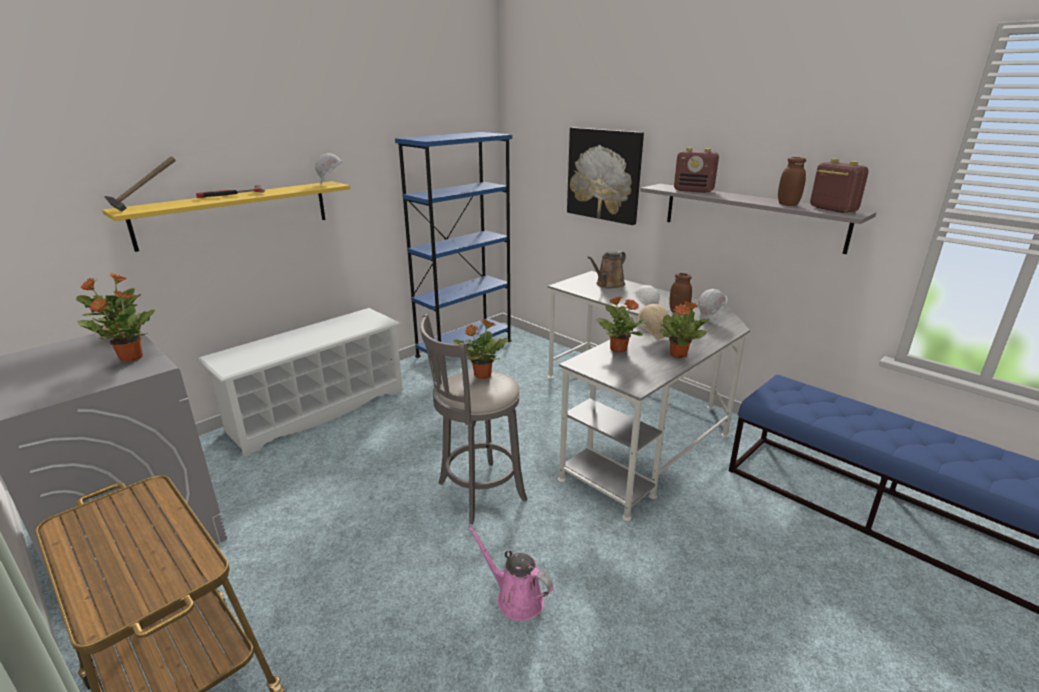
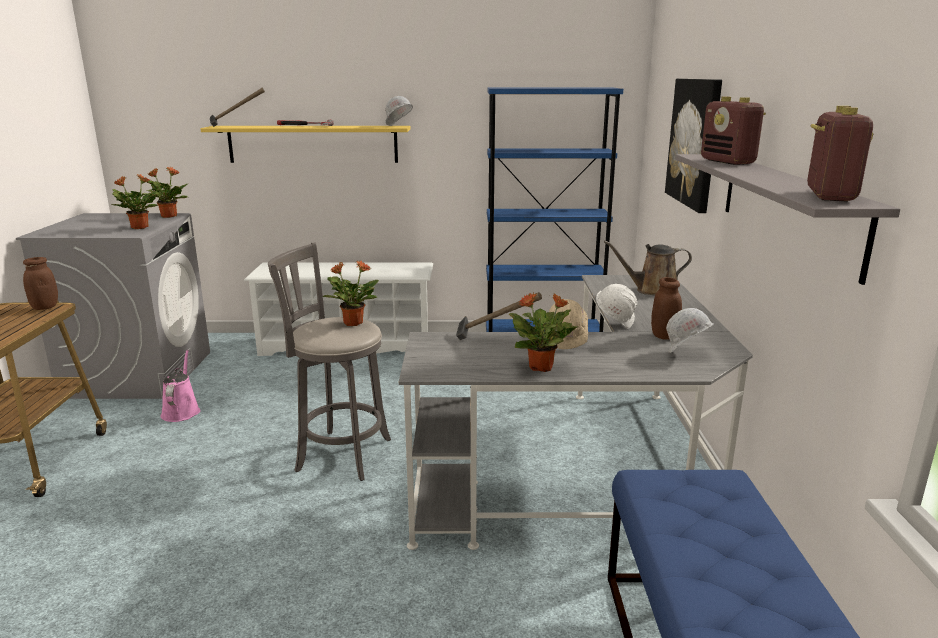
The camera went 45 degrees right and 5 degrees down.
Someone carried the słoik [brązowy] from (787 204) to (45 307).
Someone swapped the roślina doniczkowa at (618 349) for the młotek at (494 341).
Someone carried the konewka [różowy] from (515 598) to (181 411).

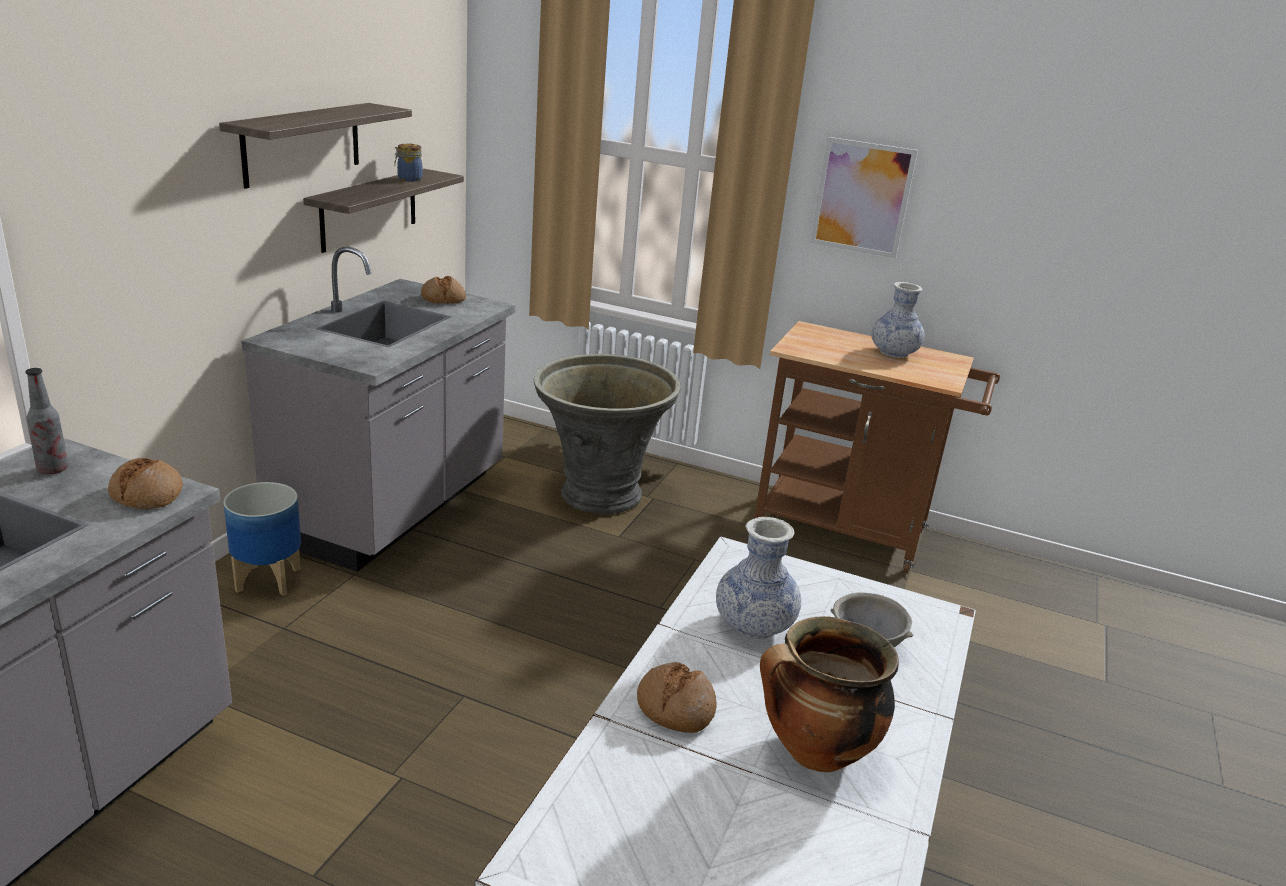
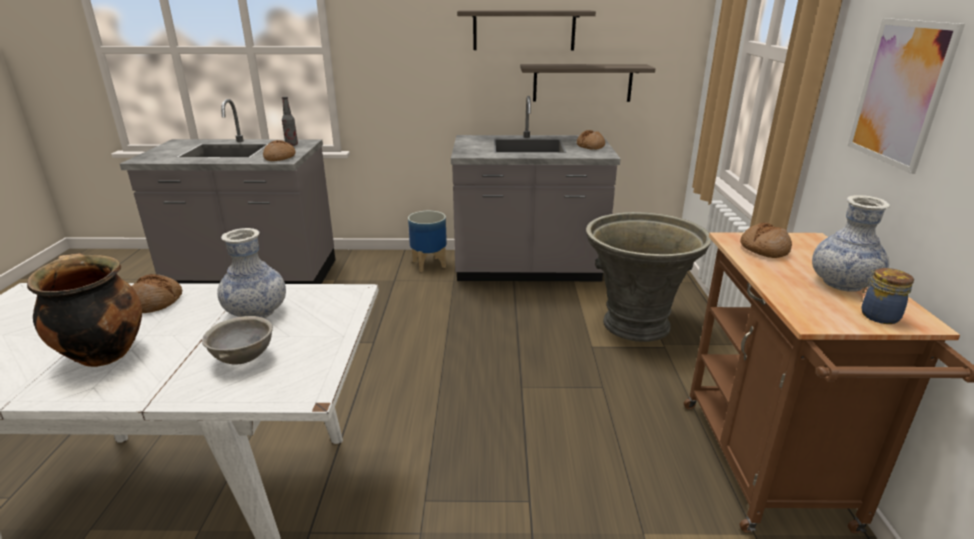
The camera went 70 degrees right and 0 degrees up.
Someone carried the słoik from (408 179) to (878 315).
Someone put down the chleb at (763 249).

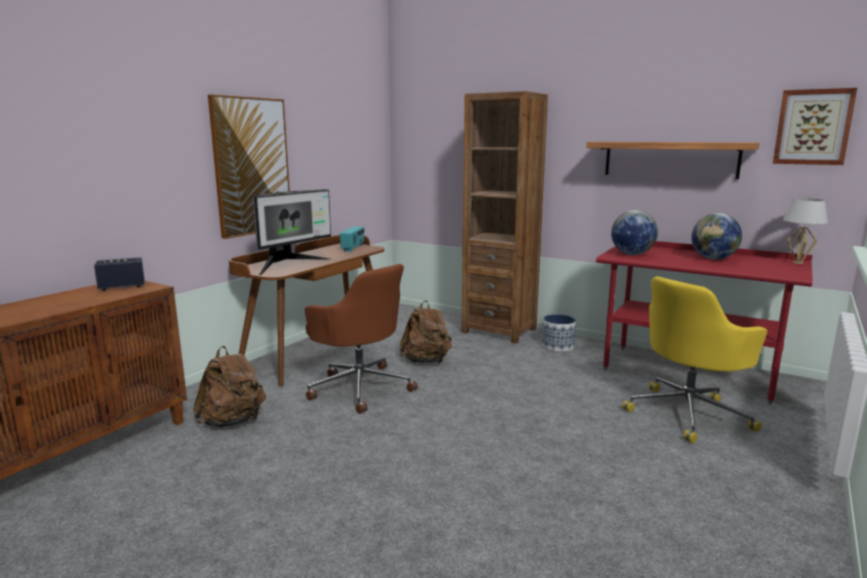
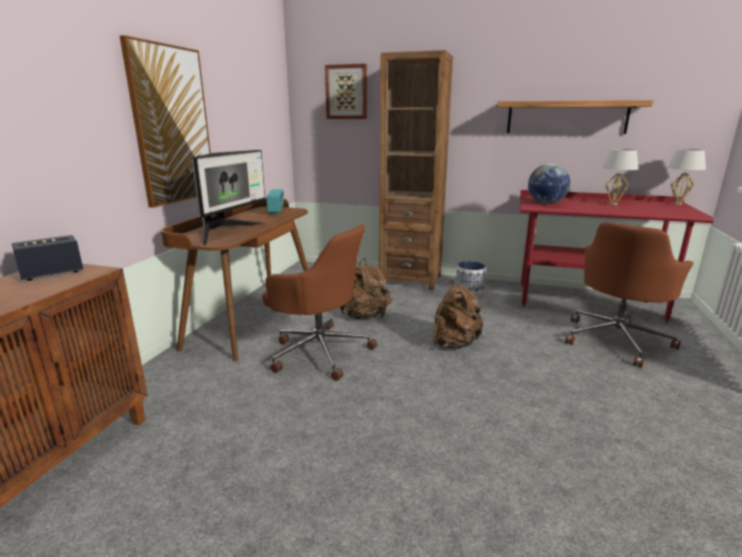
The camera went 15 degrees left and 5 degrees up.
Someone carried the obraz from (813 127) to (346 92).
Someone swapped the globus at (713 259) for the lampa stołowa [biały] at (613 204).
Someone repainted the krzesło biurowe [żółty] at (688 413), which became the krzesło biurowe [brązowy] at (616 339).
Someone carried the plecak [brązowy] from (233 422) to (454 343).

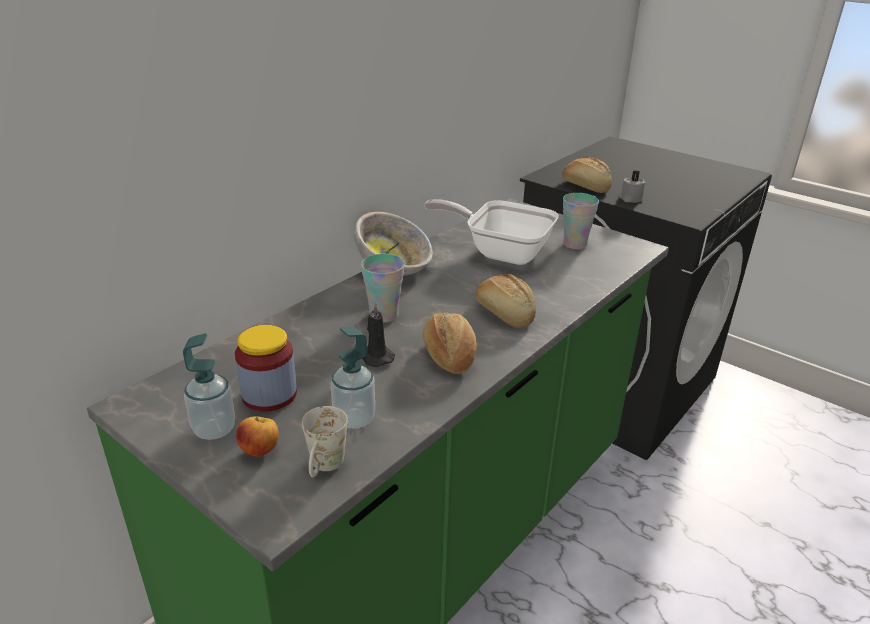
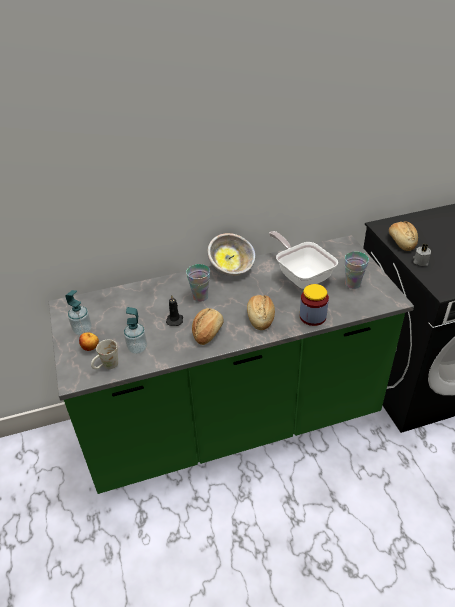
The camera went 35 degrees right and 10 degrees up.
Someone carried the słoik from (269 395) to (312 317).

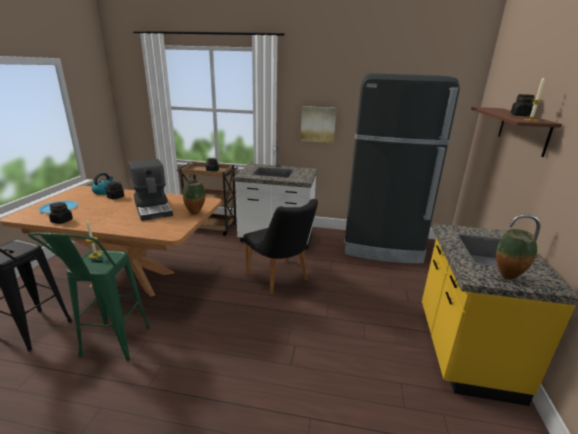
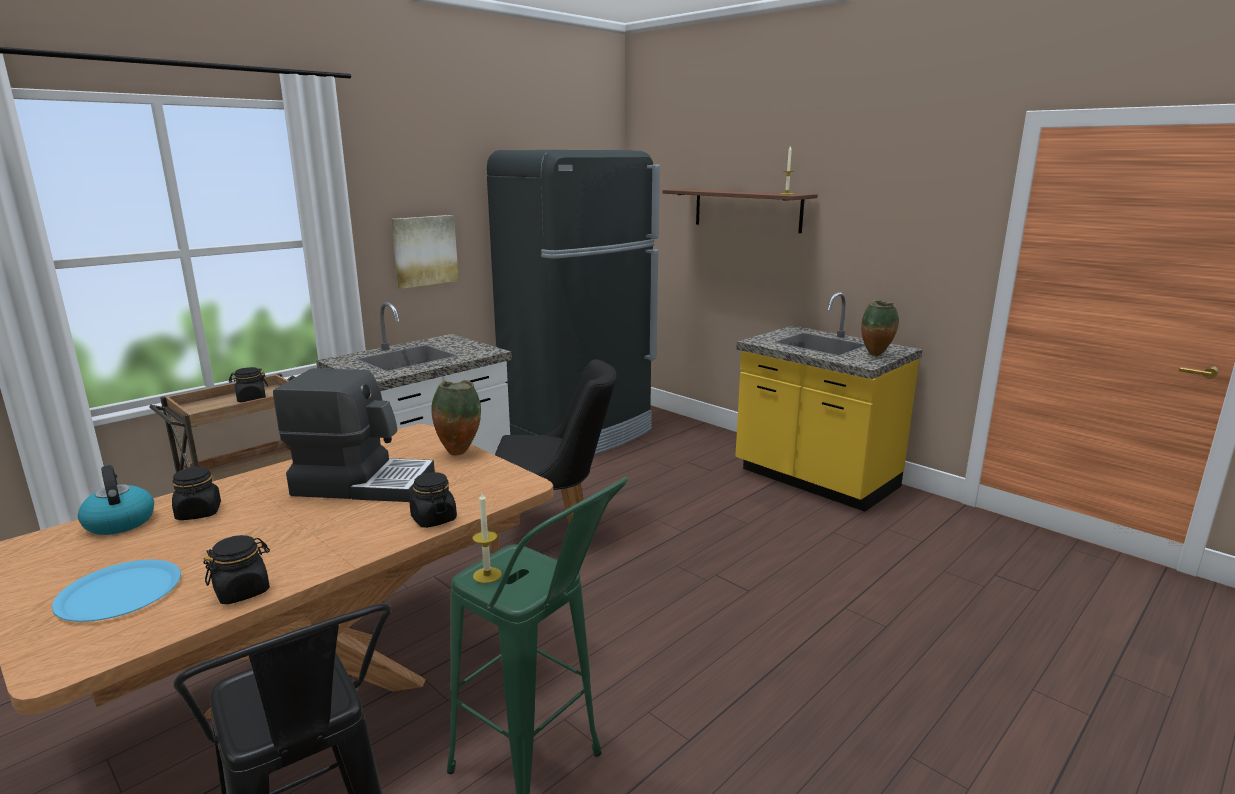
The camera went 55 degrees left and 5 degrees down.
Someone carried the słoik [czarny] from (520 115) to (433 519).

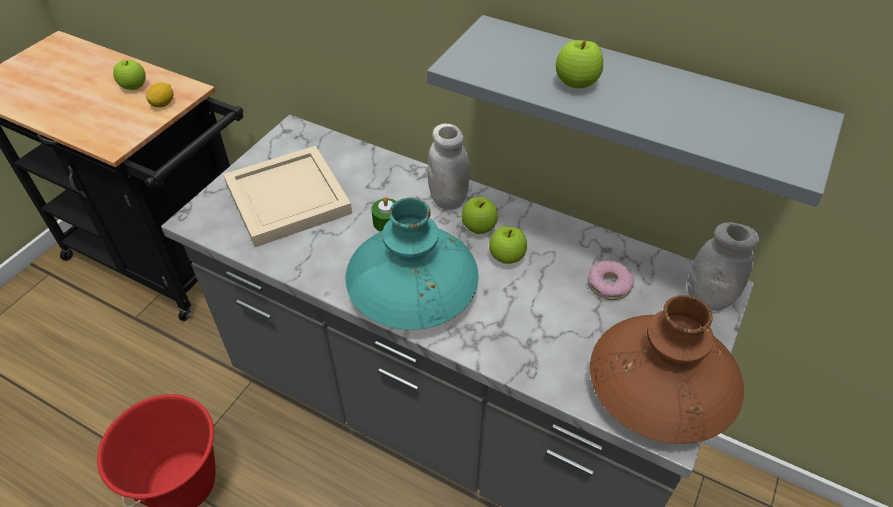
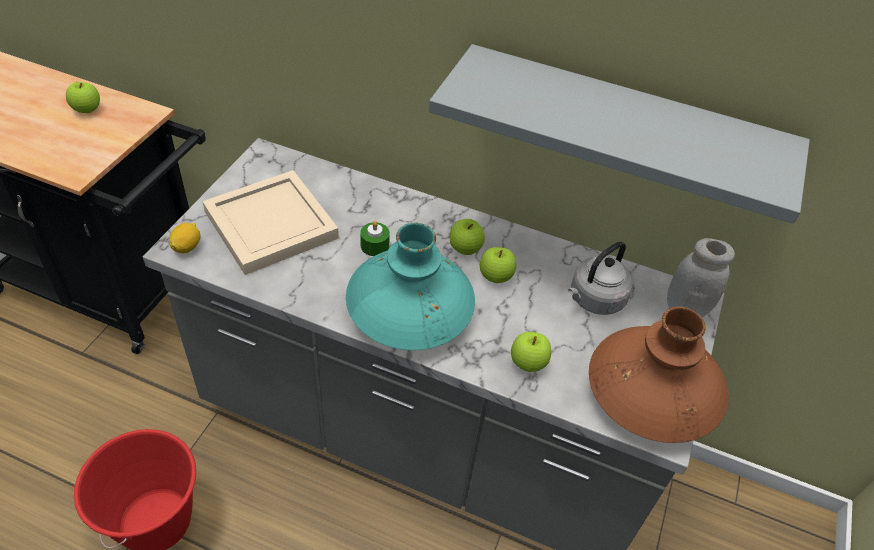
The camera went 10 degrees left and 0 degrees up.
Someone carried the jabłko from (576 84) to (528 363).
Someone carried the cytryna from (163 104) to (187 247).
Someone took away the słoik [biały] at (448 199).
Someone swapped the donut at (609 285) for the czajnik [szary] at (594 300).

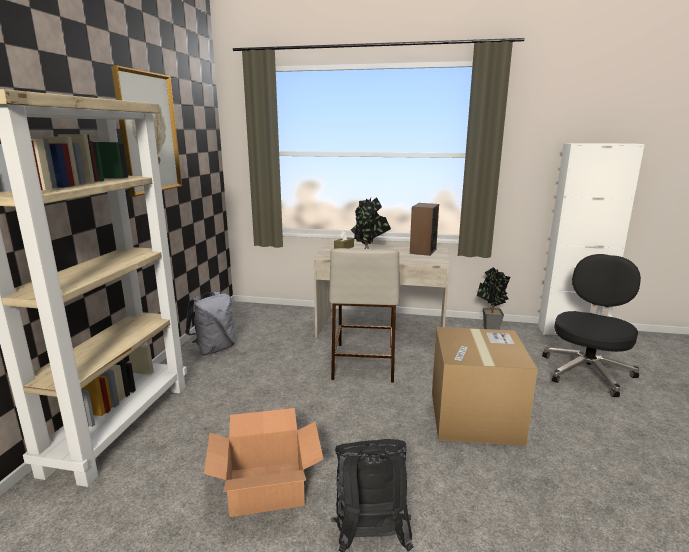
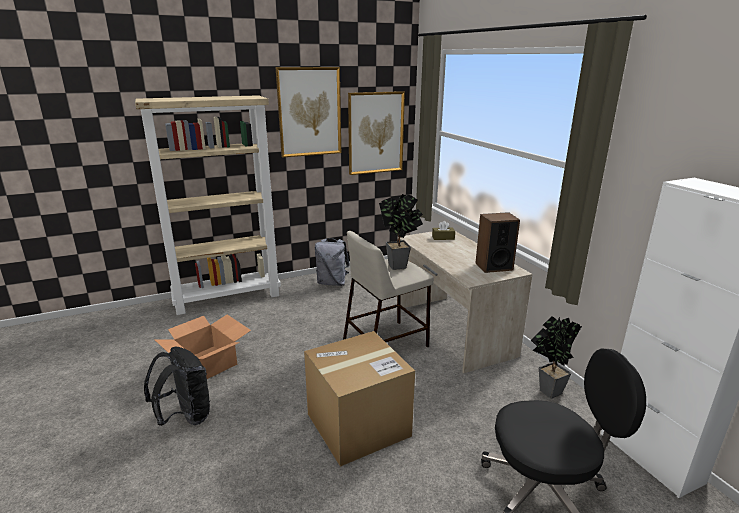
The camera went 55 degrees right and 5 degrees up.
Someone put up the obraz at (375 133).

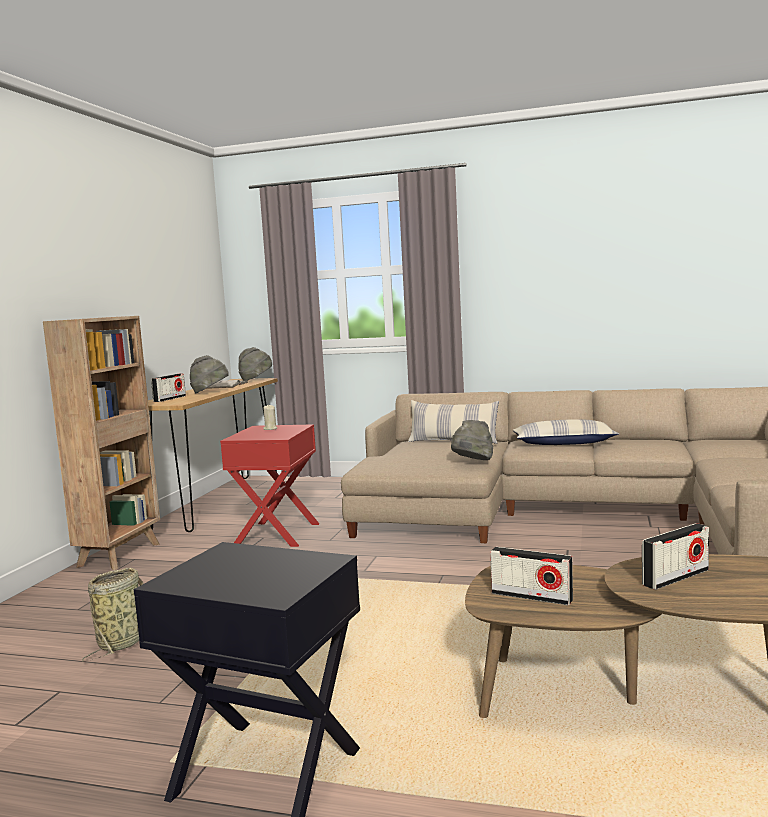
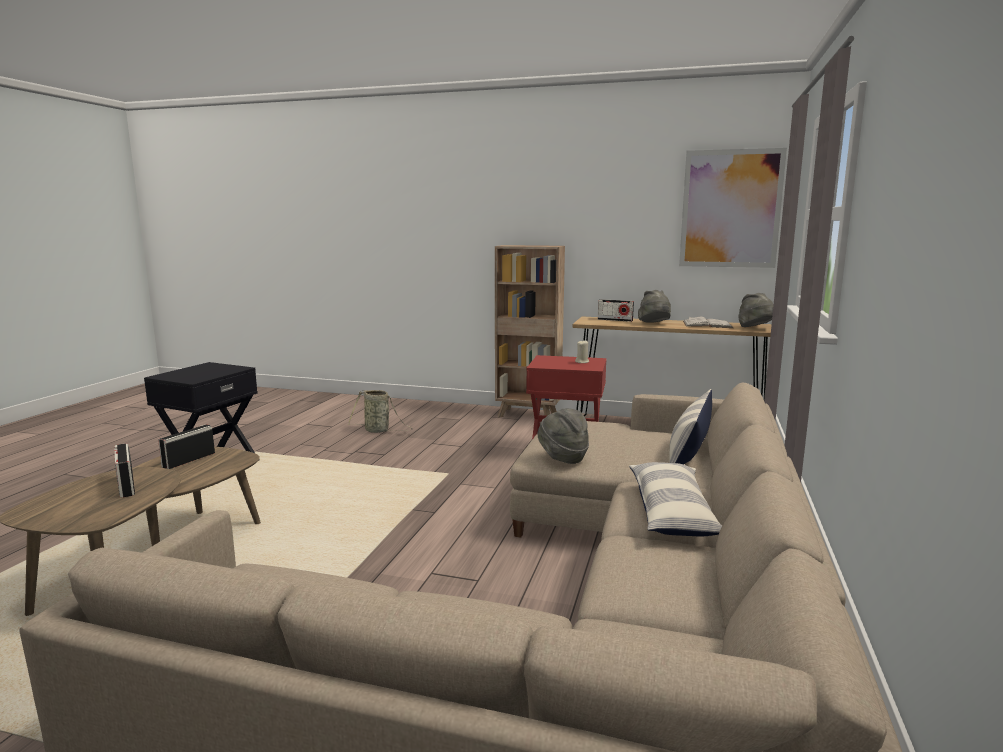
The camera went 90 degrees right and 5 degrees up.
Someone put up the obraz at (730 209).

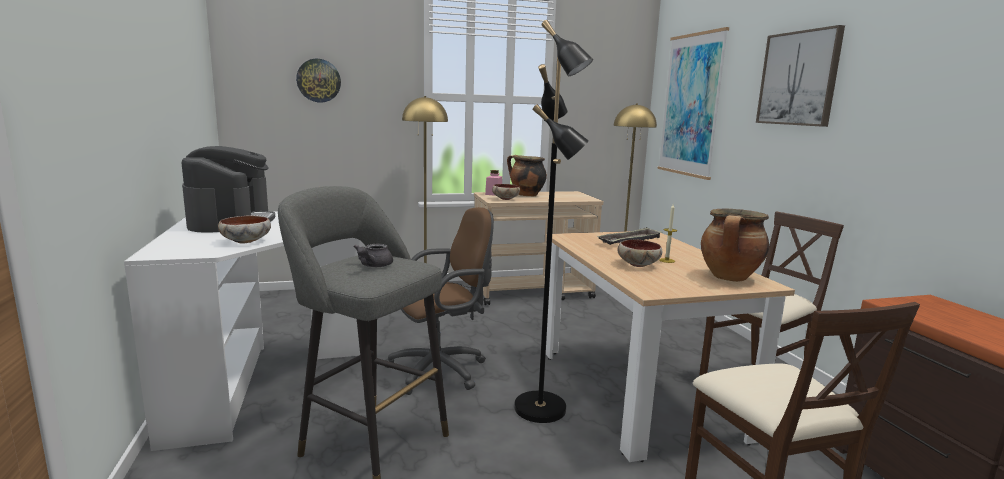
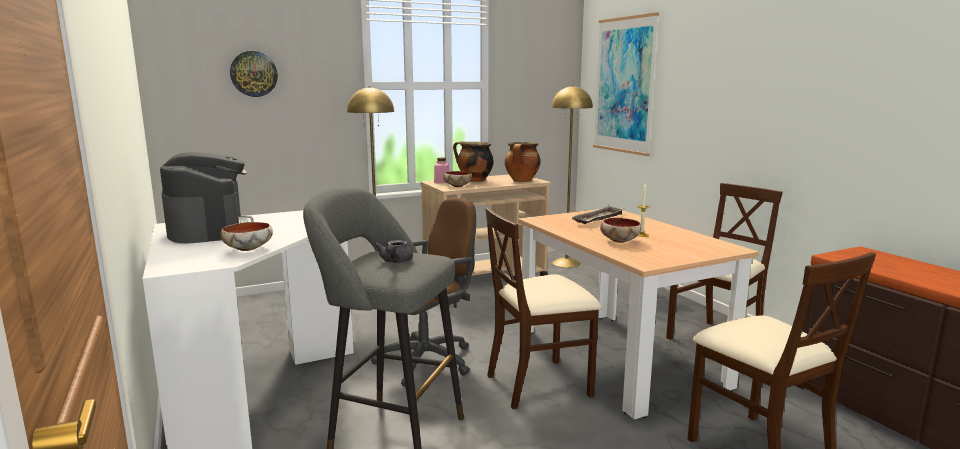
The camera went 10 degrees left and 0 degrees up.
Someone swapped the lampa stojąca [czarny] at (542 408) for the krzesło [beżowy] at (539 384).
Someone took away the obraz at (798 78).
Someone carried the garnek from (730 278) to (522 181).

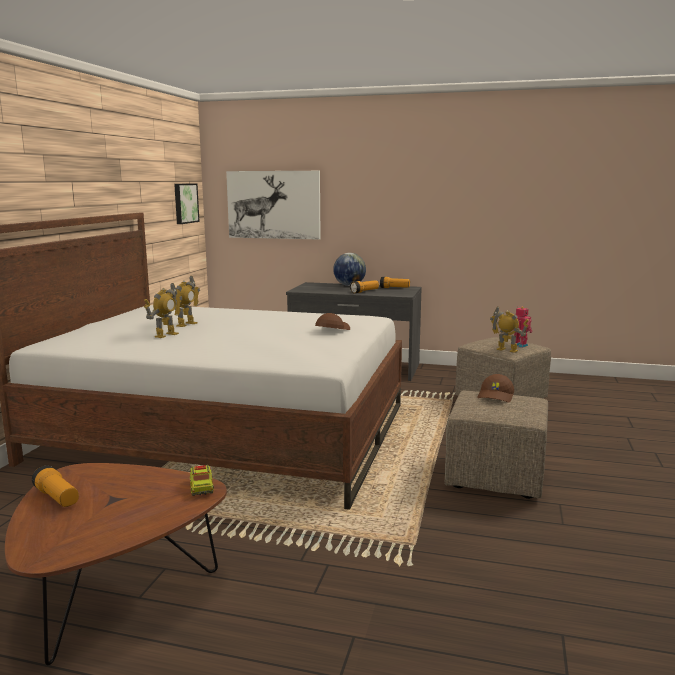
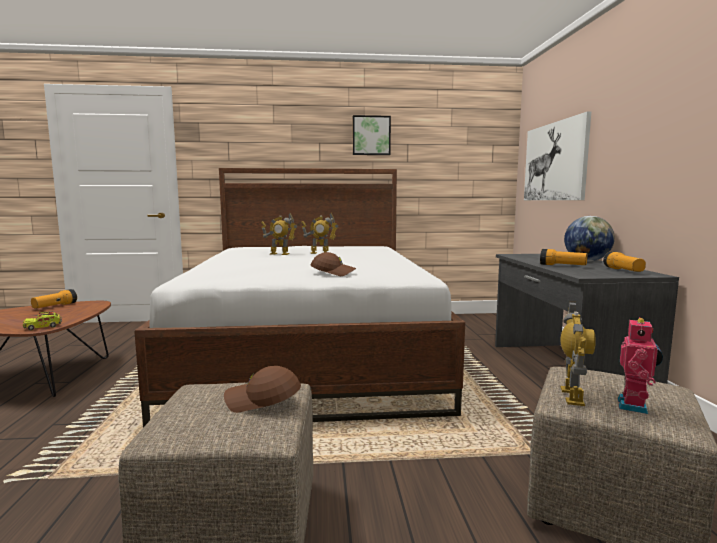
The camera went 70 degrees right and 5 degrees down.
Someone carried the obraz from (185 203) to (371 135).

